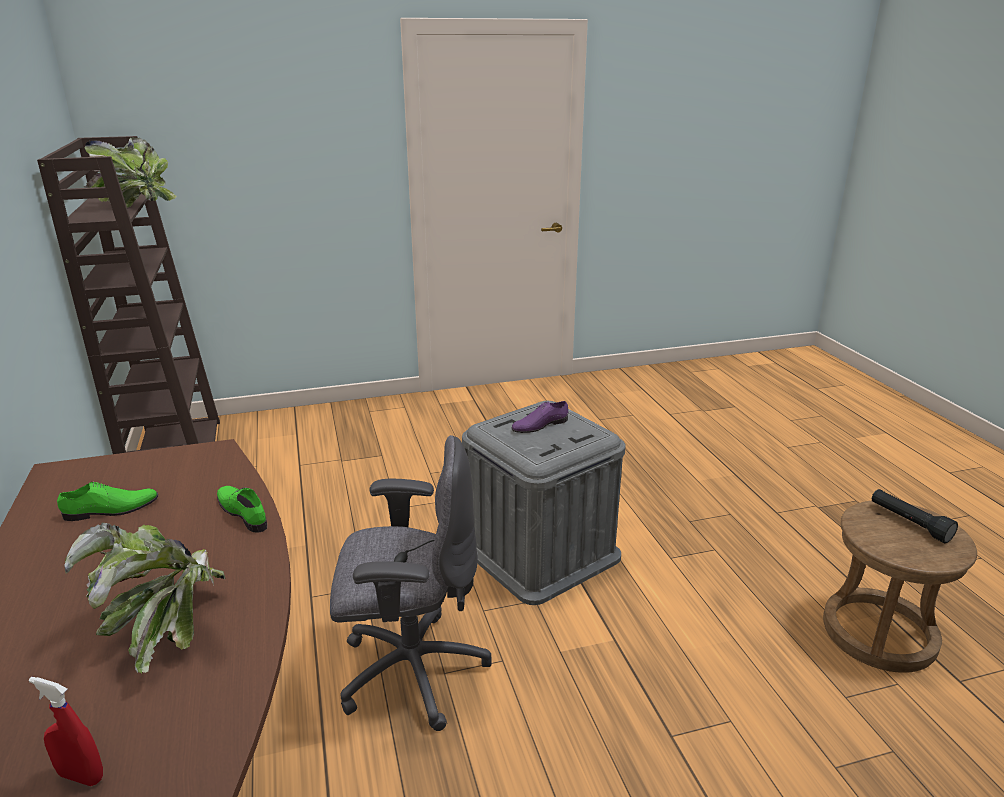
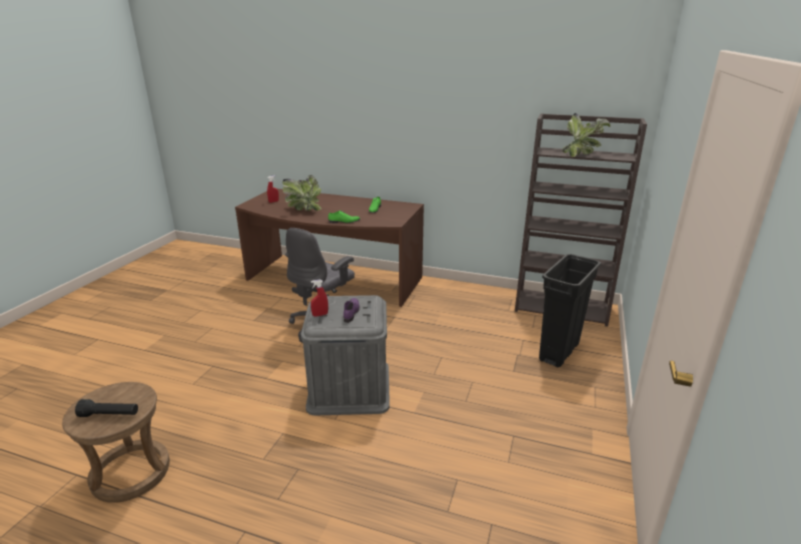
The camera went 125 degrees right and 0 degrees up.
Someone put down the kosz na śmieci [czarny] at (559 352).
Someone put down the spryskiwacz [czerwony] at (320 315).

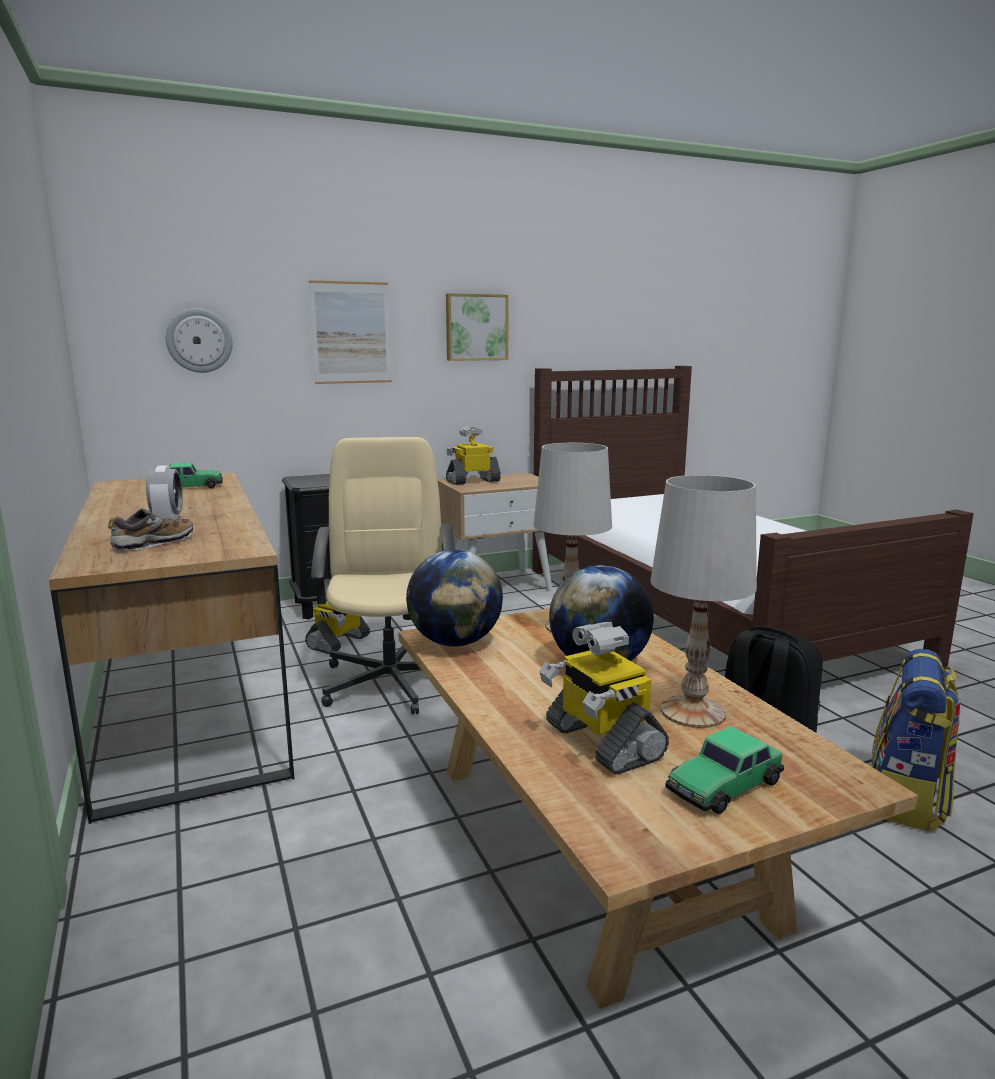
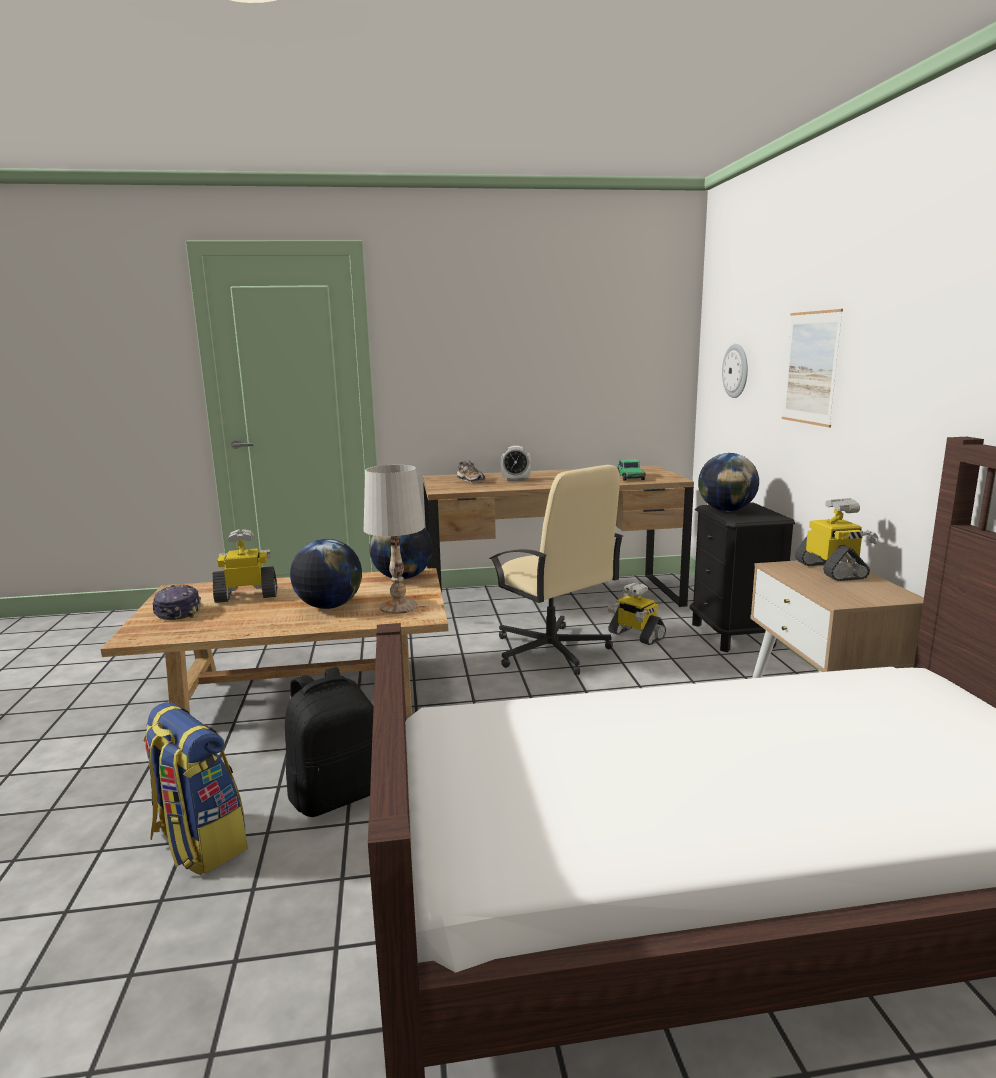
The camera went 105 degrees right and 0 degrees up.
Someone took away the obraz at (476 327).
Someone rotated the krzesło biurowe [beżowy] at (391 680) by 45 degrees clockwise.
Someone took away the lampa stołowa [biały] at (694 712).
Someone swapped the samochodzik at (724 785) for the czapka z daszkiem at (178 611).
Someone put down the globus at (726 510).

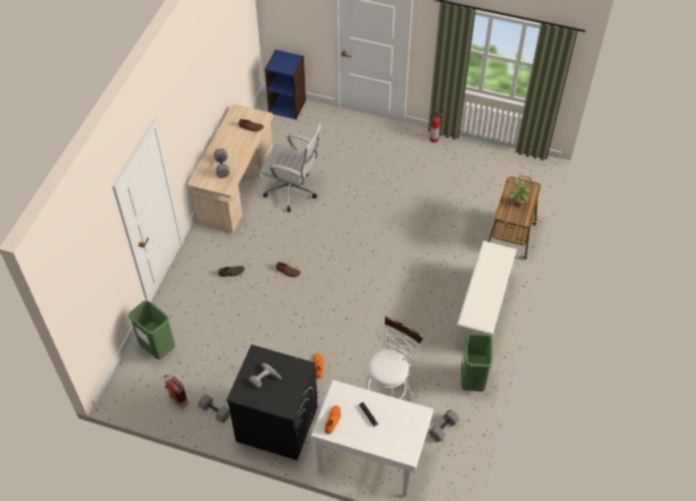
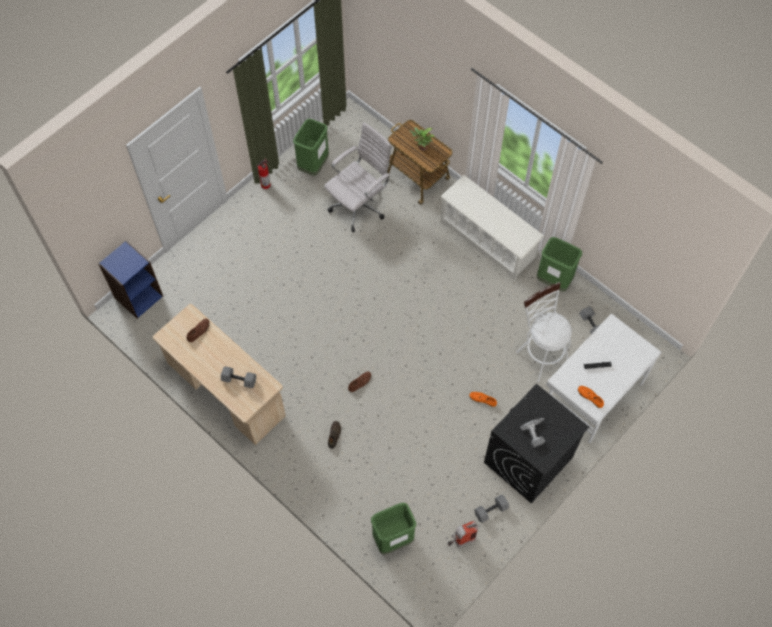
The camera went 65 degrees left and 10 degrees up.
Someone carried the krzesło biurowe [biały] from (293 191) to (360 205).
Someone put down the kosz na śmieci [zielony] at (313 166).

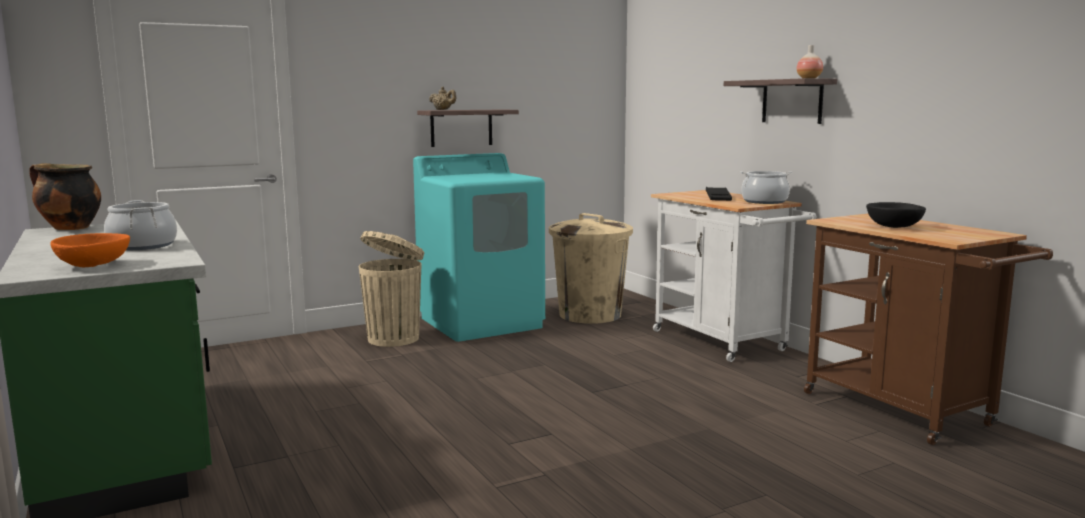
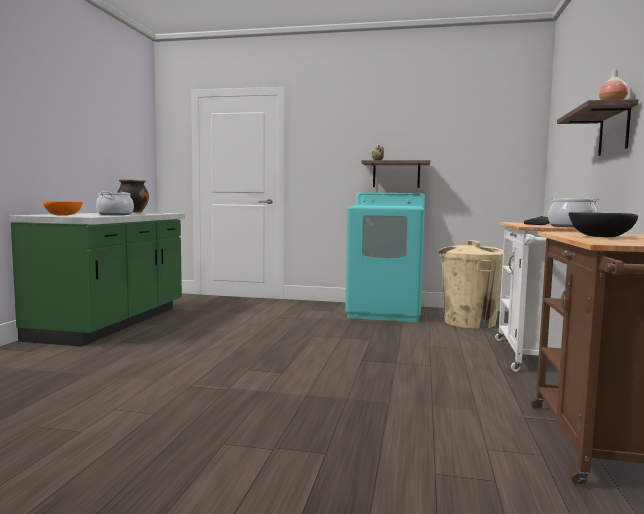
The camera went 40 degrees right and 5 degrees down.
Someone took away the kosz na śmieci [beżowy] at (394 338).

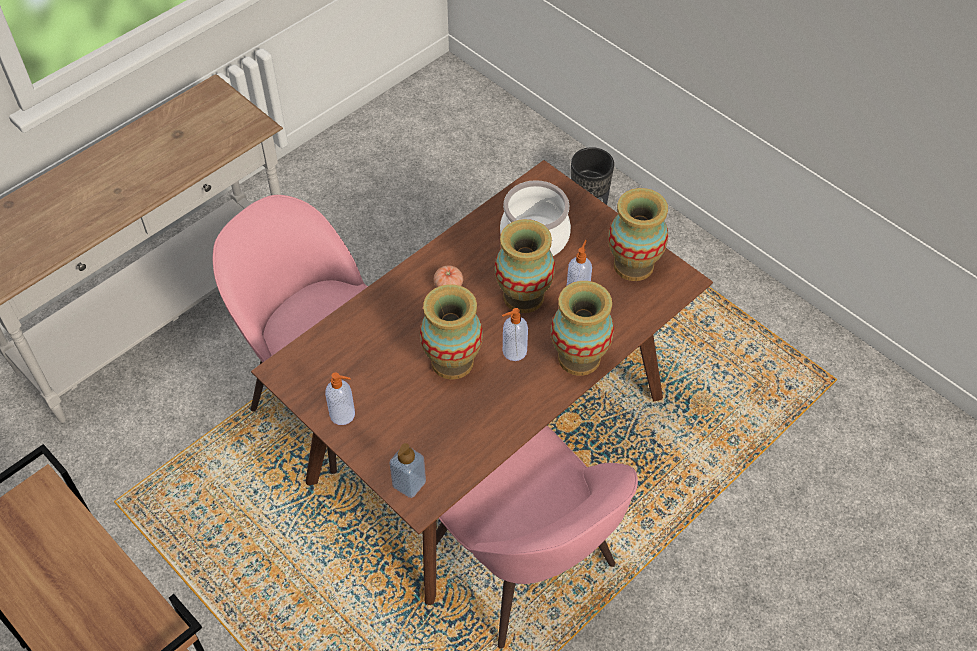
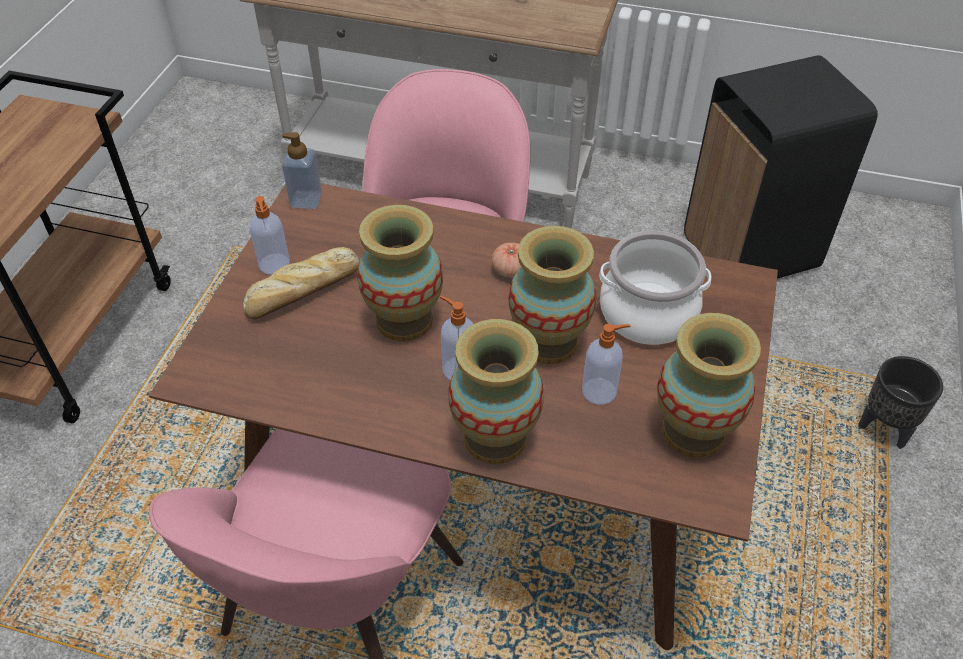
The camera went 60 degrees right and 5 degrees down.
Someone carried the dozownik mydła from (409 484) to (306 200).
Someone put down the kosz na śmieci [czarny] at (751 252).
Someone put down the chleb at (301 291).

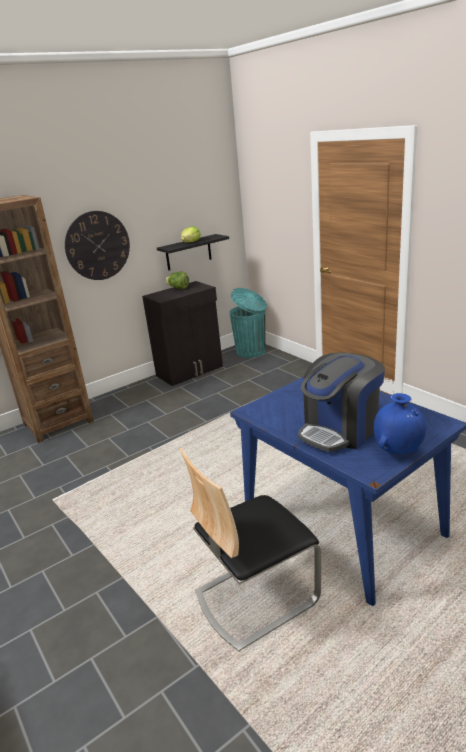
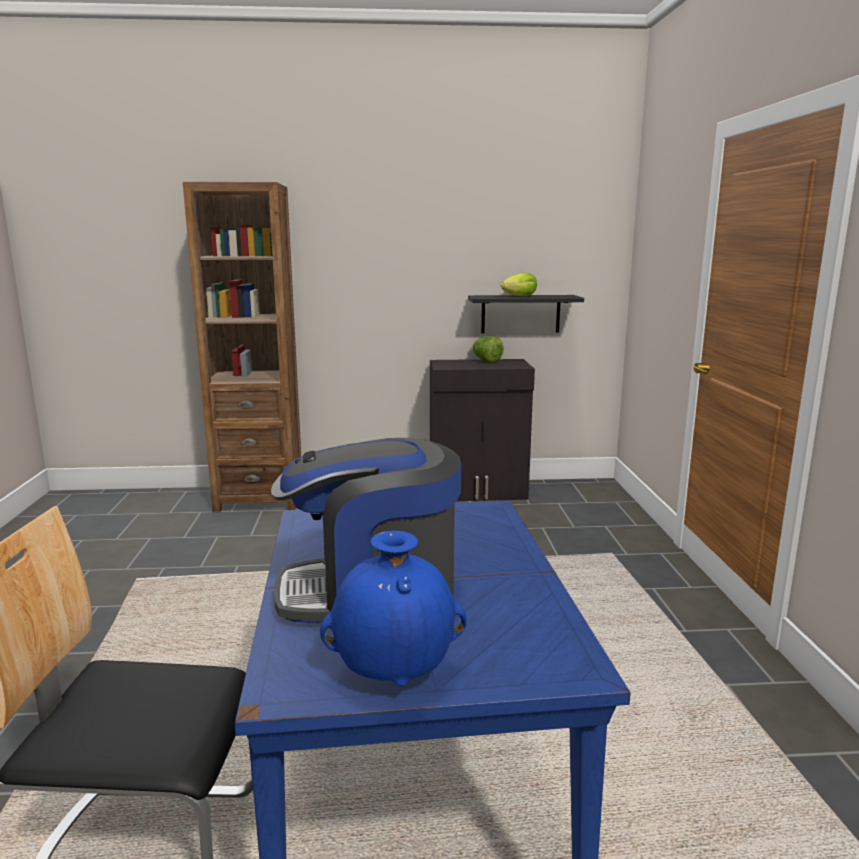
The camera went 30 degrees right and 10 degrees down.
Someone took away the zegar ścienny at (97 245).
Someone took away the kosz na śmieci [turkusowy] at (252 352).

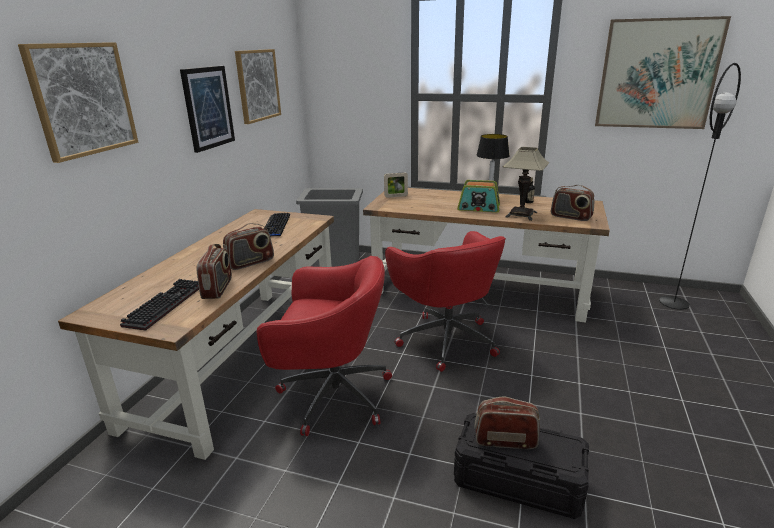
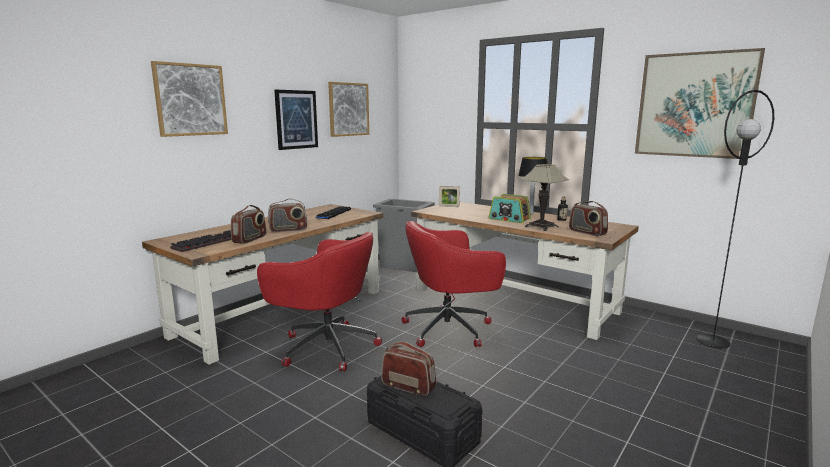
The camera went 20 degrees right and 10 degrees down.
Someone rotated the krzesło biurowe [czerwony] at (445 339) by 75 degrees clockwise.

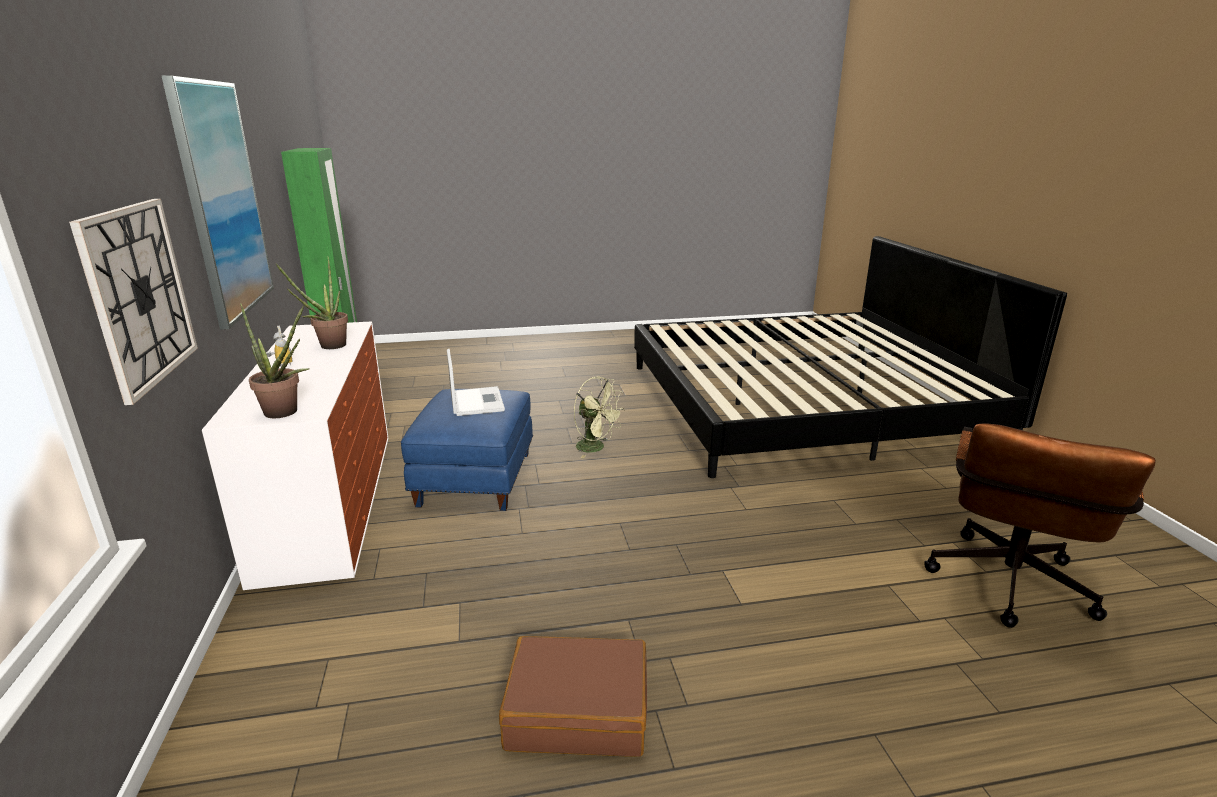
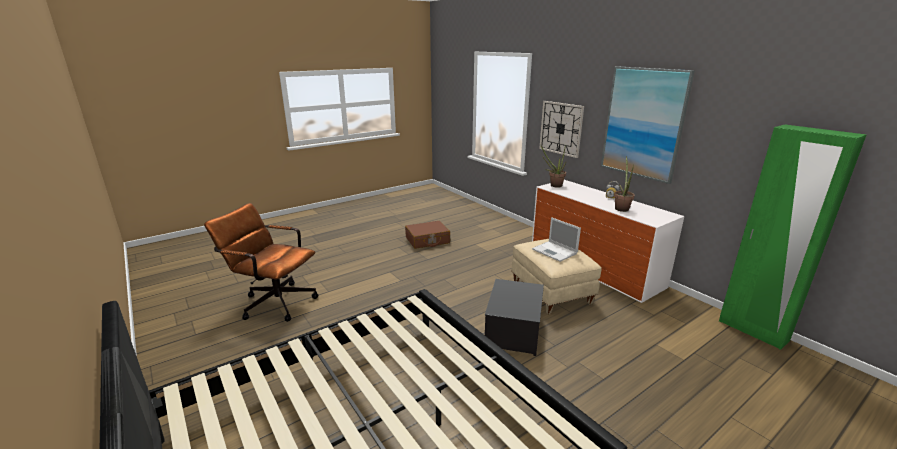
The camera went 155 degrees right and 0 degrees up.
Someone swapped the wentylator [zielony] at (596 448) for the pojemnik do przechowywania at (514 331).
Someone repainted the pufa [niebieski] at (474 478), which became the pufa [beżowy] at (552 292).
Someone rotated the krzesło biurowe [brązowy] at (1007 589) by 75 degrees counterclockwise.

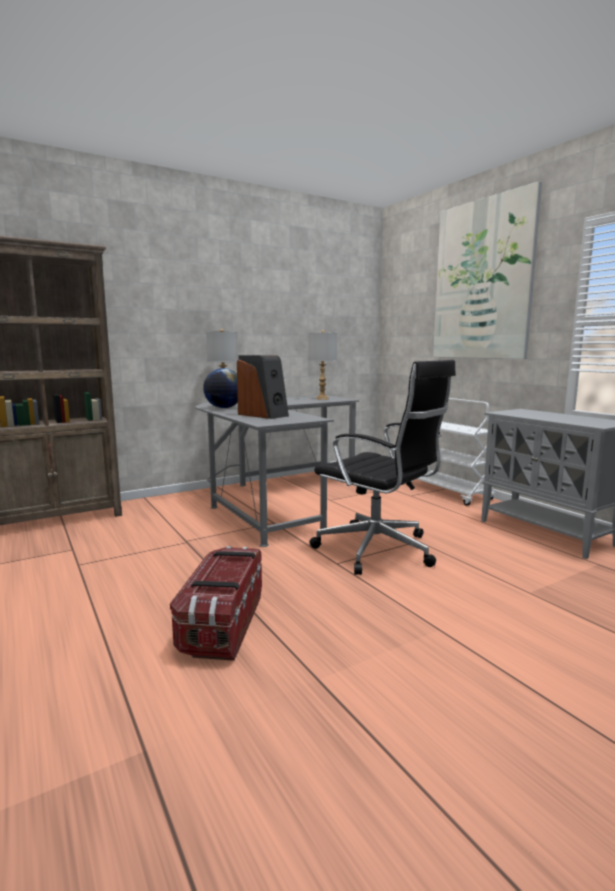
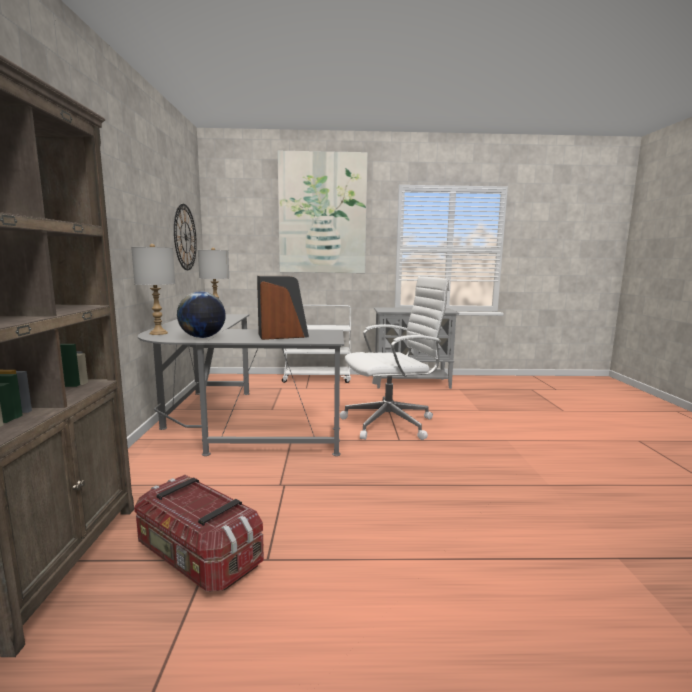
The camera went 60 degrees left and 0 degrees up.
Someone repainted the krzesło biurowe [czarny] at (379 550), which became the krzesło biurowe [biały] at (391 423).
Someone carried the pojemnik do przechowywania from (222 624) to (197 557).
Someone put up the zegar ścienny at (185 237).

